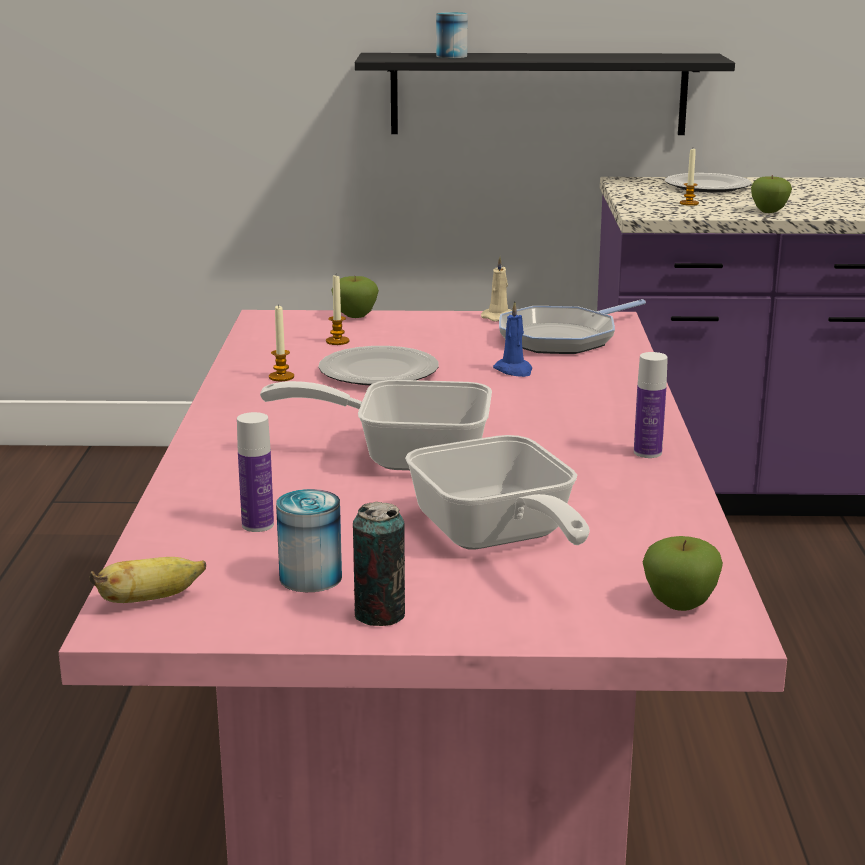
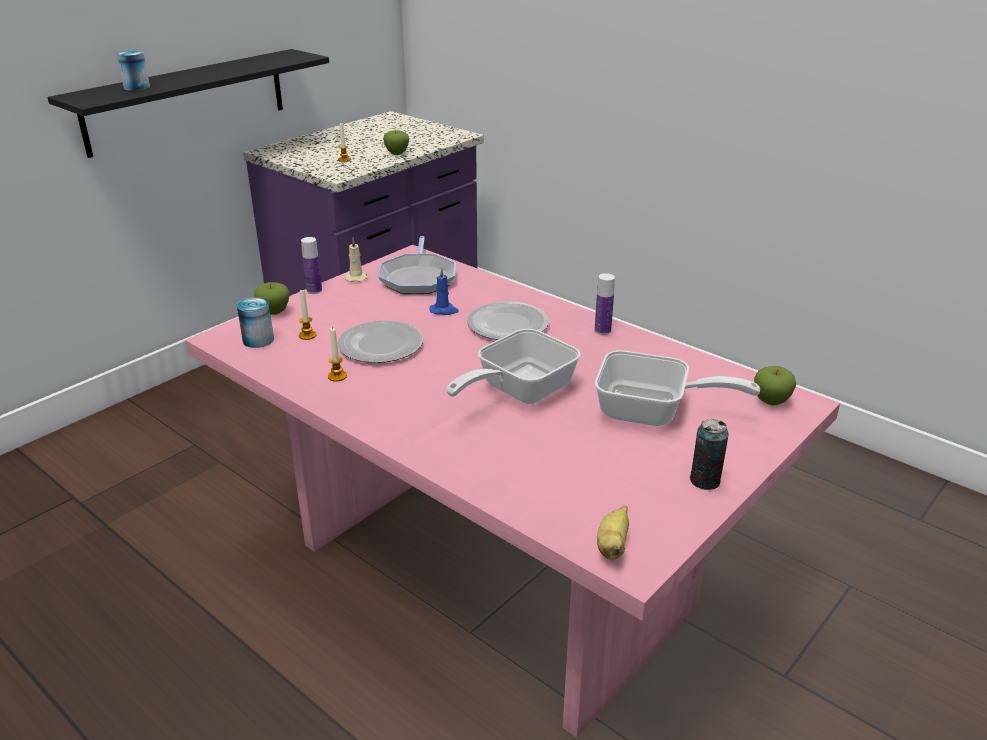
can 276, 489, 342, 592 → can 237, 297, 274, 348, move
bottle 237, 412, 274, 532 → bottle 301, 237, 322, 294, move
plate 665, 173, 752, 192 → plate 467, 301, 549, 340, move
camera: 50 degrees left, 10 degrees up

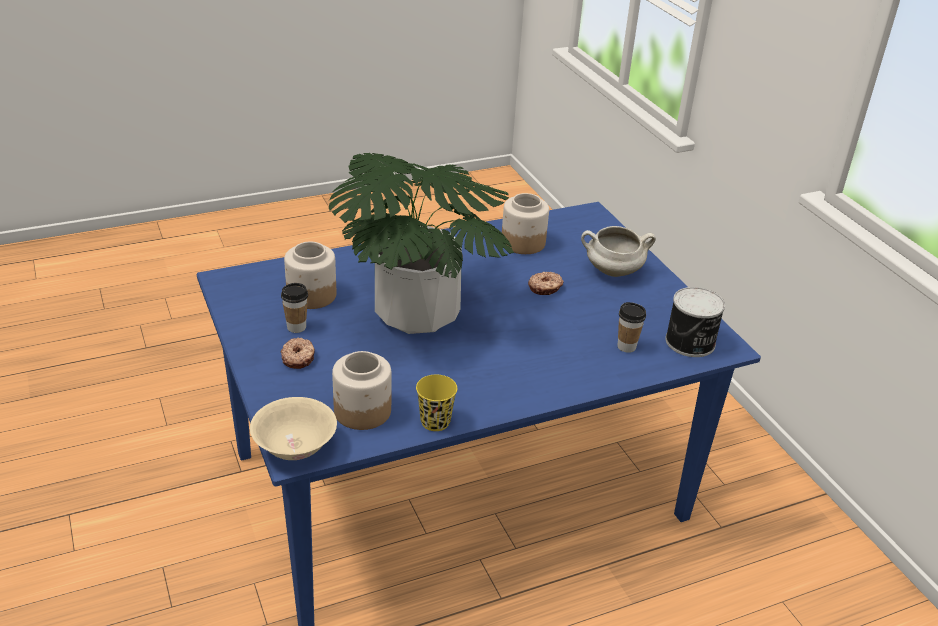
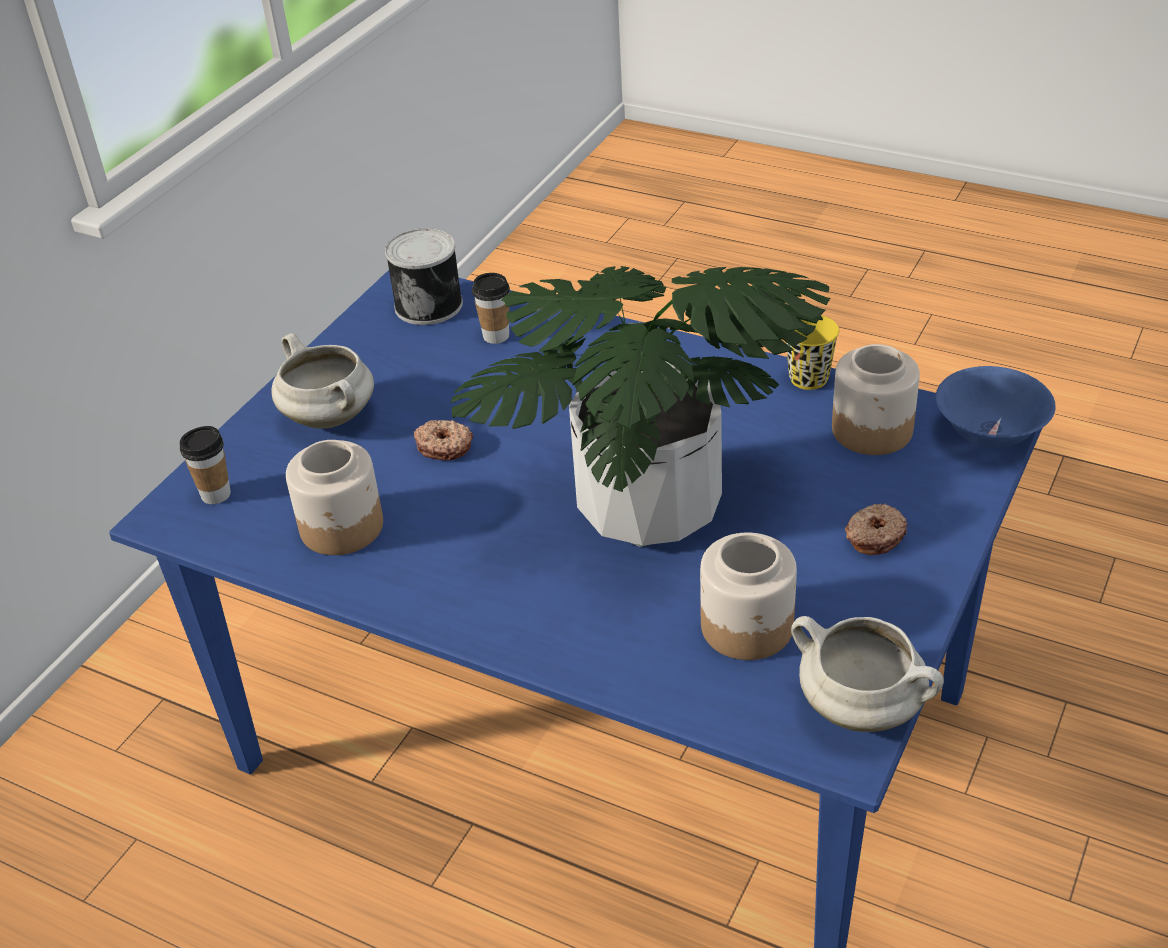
cup 281, 283, 308, 333 → cup 180, 426, 231, 504, move
- → cooking pot (white) 791, 616, 944, 732
bowl (beige) 250, 397, 337, 460 → bowl (blue) 936, 366, 1056, 448
camera: 125 degrees left, 5 degrees up

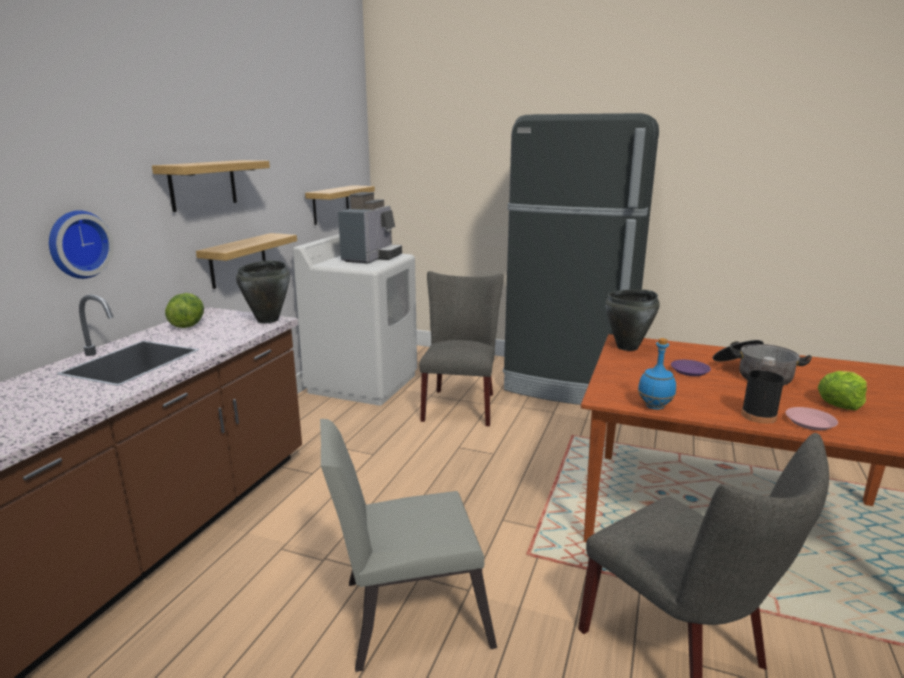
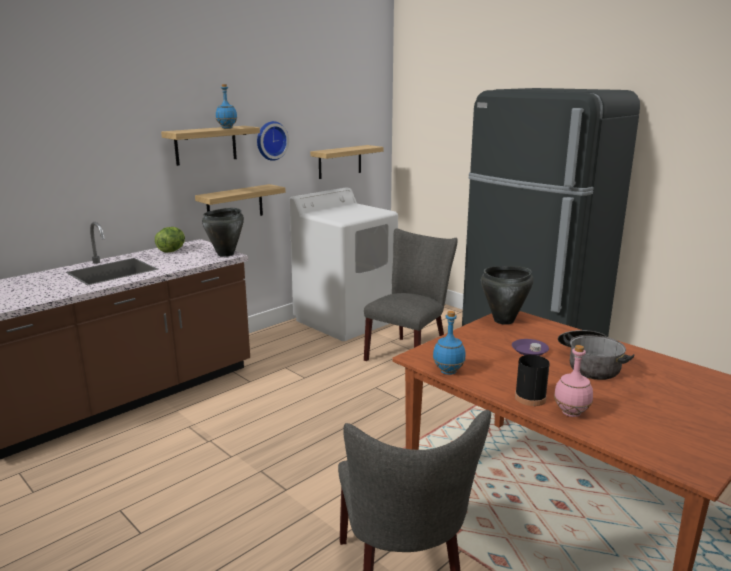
- → bottle (blue) 216, 84, 237, 129
wall clock 49, 210, 114, 279 → wall clock 257, 121, 289, 161, move
plate (pink) 785, 407, 838, 430 → bottle (pink) 554, 345, 593, 417
chair (grey) 320, 419, 497, 672 → -
coffee machine 338, 192, 402, 264 → -
lettuce 818, 371, 867, 410 → -
camera: 25 degrees right, 0 degrees up

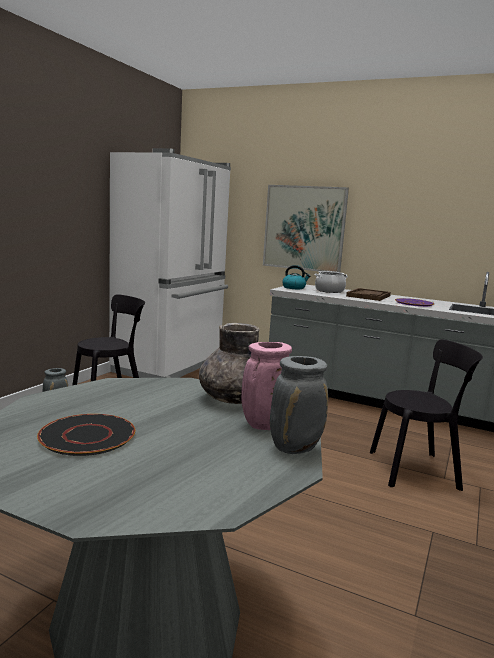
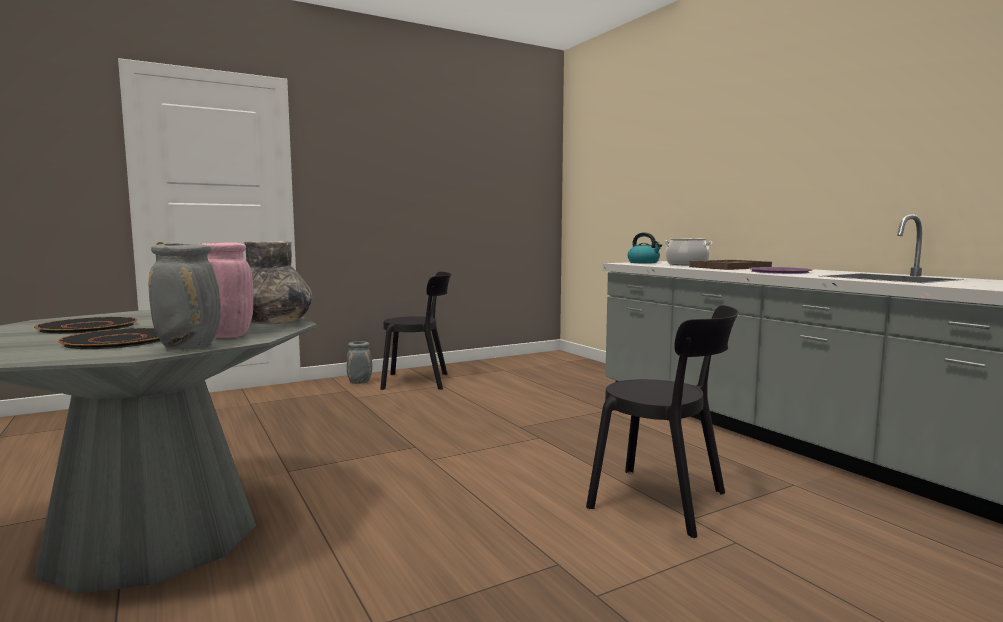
- → plate (black) 58, 328, 160, 349
fridge (white) 109, 148, 231, 378 → -
picture 263, 185, 349, 272 → -
camera: 35 degrees right, 5 degrees down

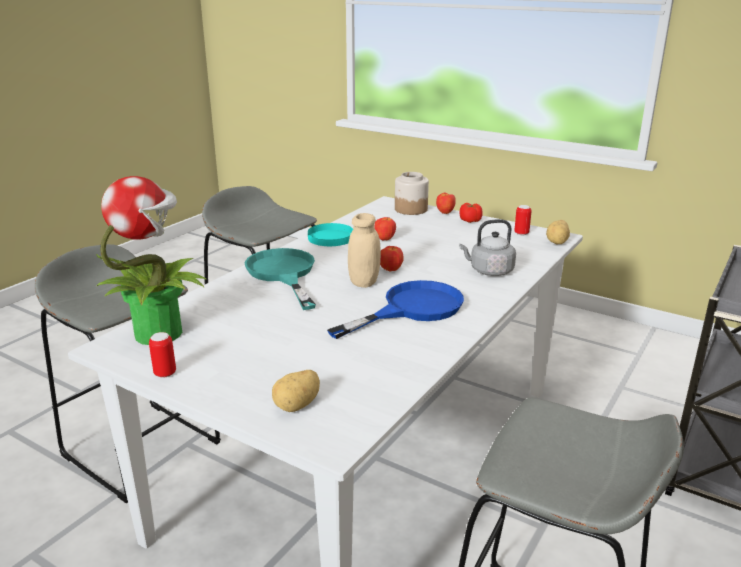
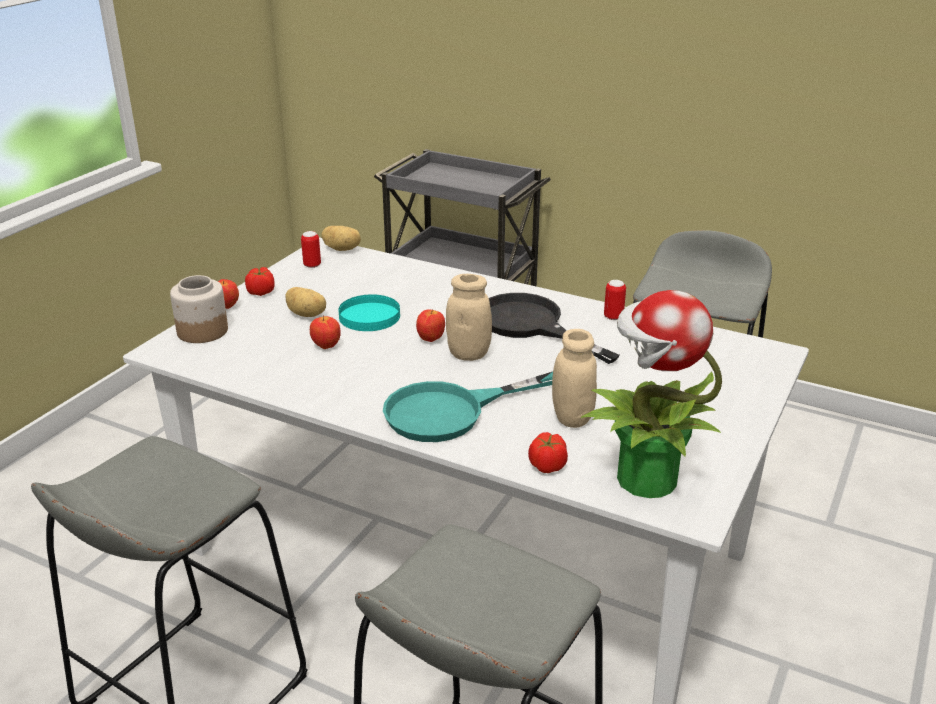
potato 272, 370, 320, 412 → potato 286, 287, 326, 317, move
plate (turquoise) 308, 223, 353, 246 → plate (turquoise) 338, 294, 400, 331, move
frying pan (blue) 327, 280, 464, 339 → frying pan (black) 489, 293, 620, 364
- → tomato 528, 432, 568, 473
- → jar (beige) 552, 329, 597, 428
can 149, 332, 176, 377 → can 604, 280, 626, 320, move
kettle (grey) 459, 219, 516, 276 → -
camera: 95 degrees left, 5 degrees up

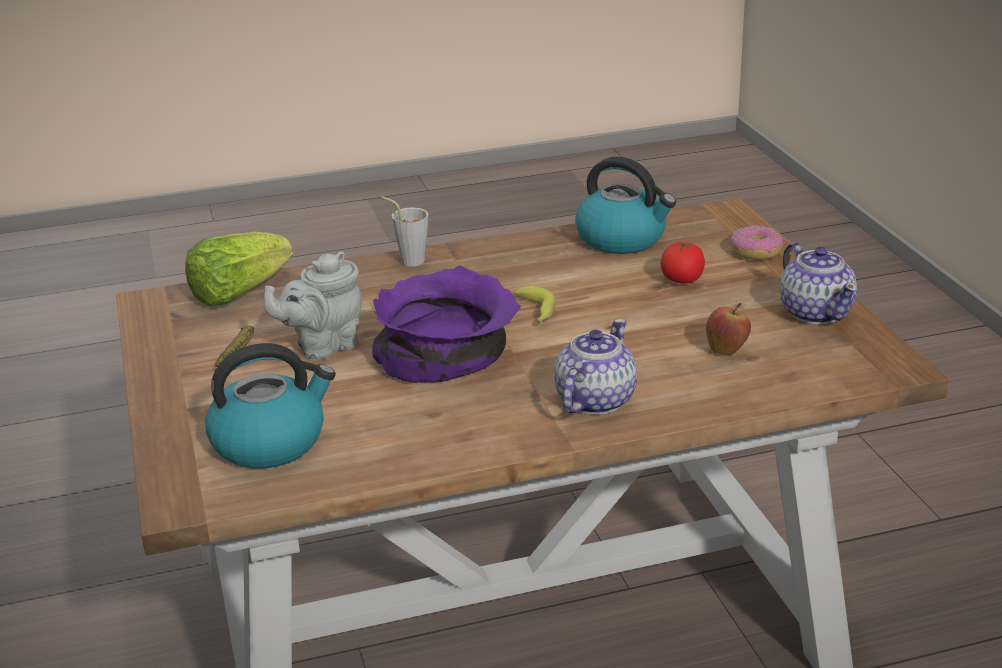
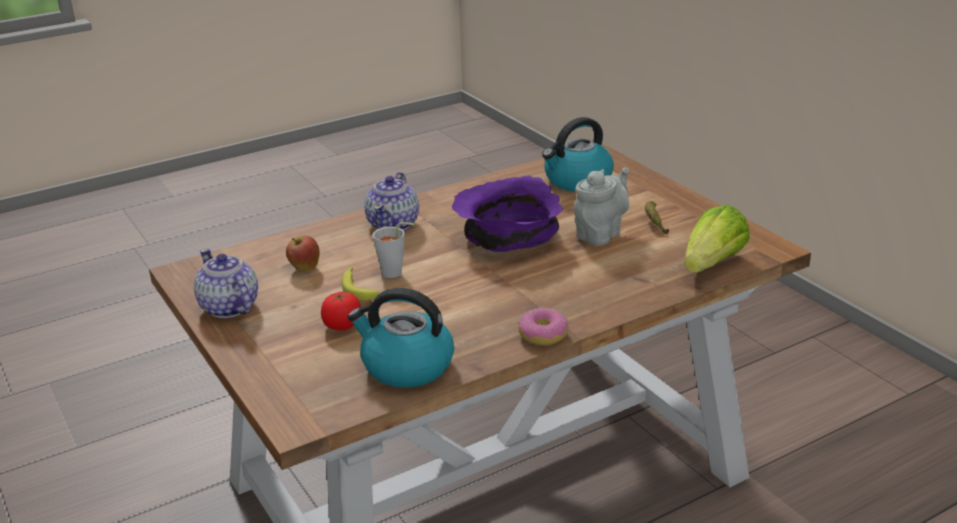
banana 515, 286, 555, 323 → banana 342, 266, 379, 301, move
cup (grey) 381, 196, 428, 267 → cup (grey) 373, 222, 415, 278, move
donut 730, 225, 783, 260 → donut 518, 307, 569, 346, move
camera: 165 degrees right, 0 degrees up

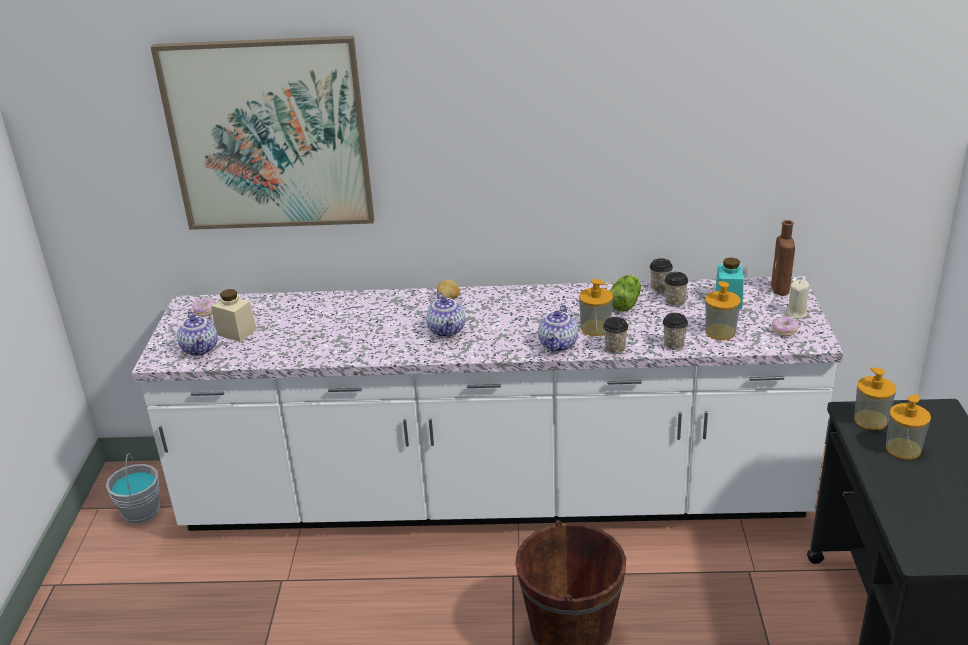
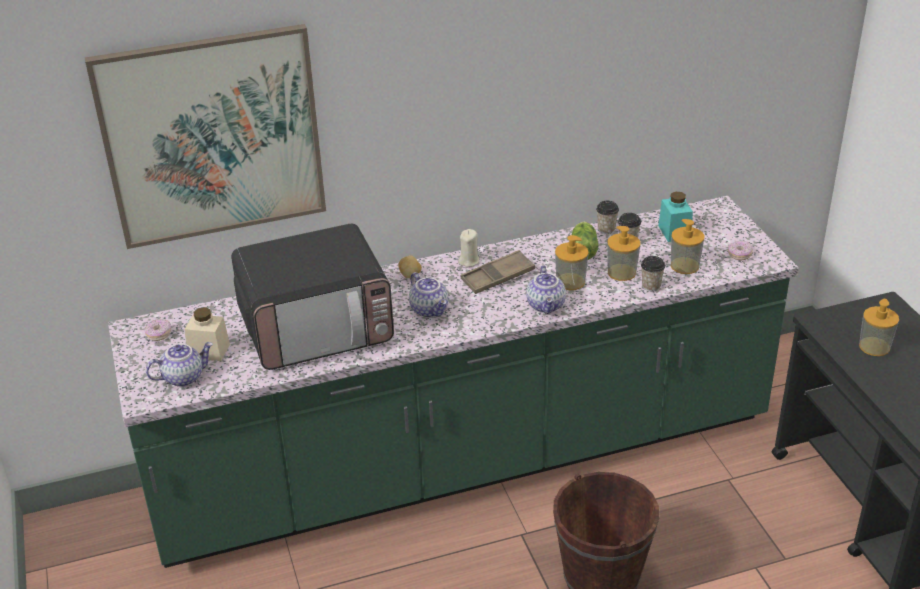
counter (white) 131, 276, 844, 531 → counter (green) 108, 196, 799, 568
teapot 177, 311, 218, 356 → teapot 146, 342, 213, 387, 75 degrees counterclockwise
- → microwave 231, 224, 394, 370
candle (beige) 784, 279, 809, 319 → candle (beige) 458, 229, 480, 267, move
- → tray (brown) 461, 250, 535, 294
soap dispenser 854, 367, 896, 430 → soap dispenser 607, 226, 640, 281, move
bucket (grey) 106, 453, 160, 524 → -
cup 603, 317, 628, 354 → -
bottle (brown) 771, 220, 795, 295 → -
camera: 20 degrees left, 5 degrees up

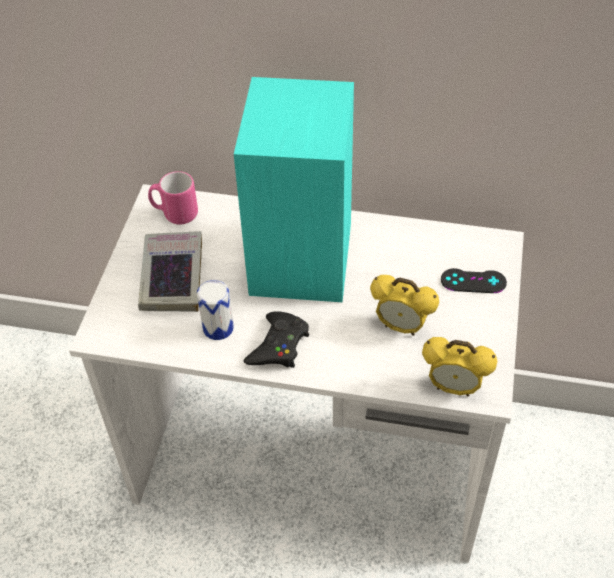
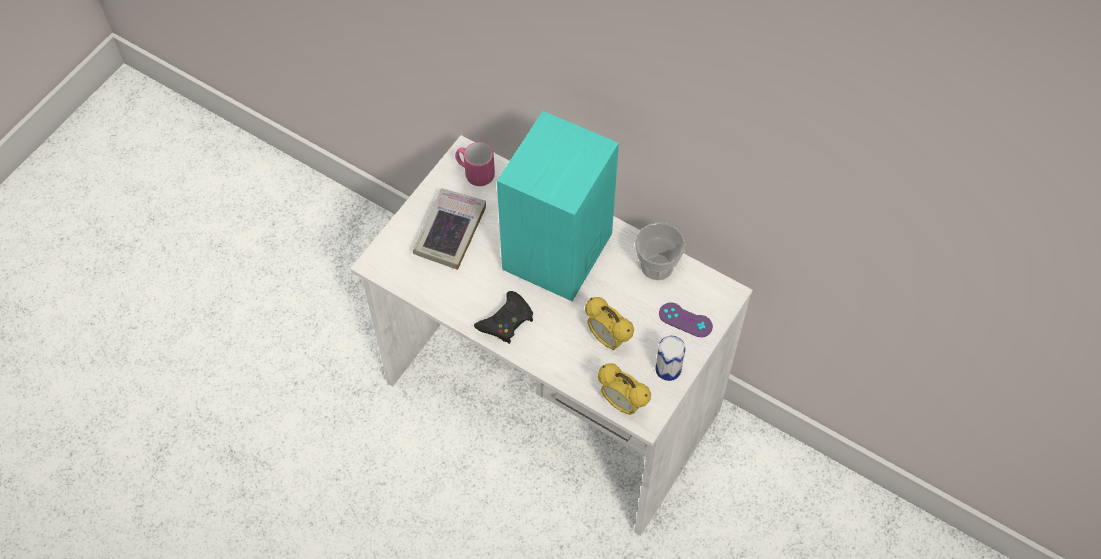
- → cup 635, 223, 686, 280
can 197, 280, 234, 340 → can 655, 336, 686, 381, move
game controller (black) 441, 268, 507, 293 → game controller (purple) 659, 303, 713, 337
camera: 20 degrees right, 10 degrees up

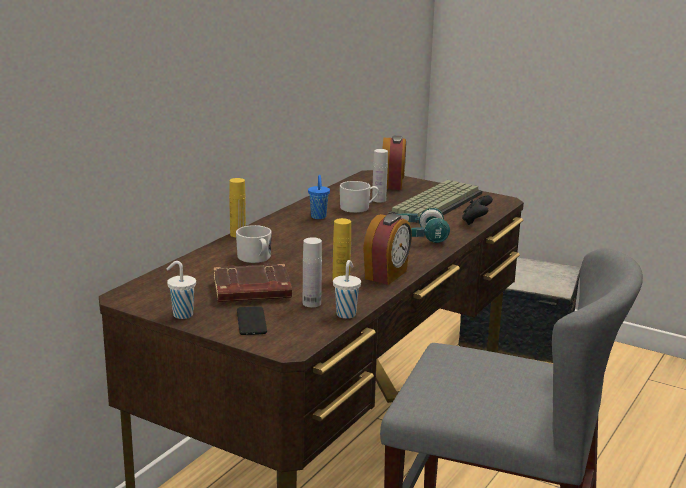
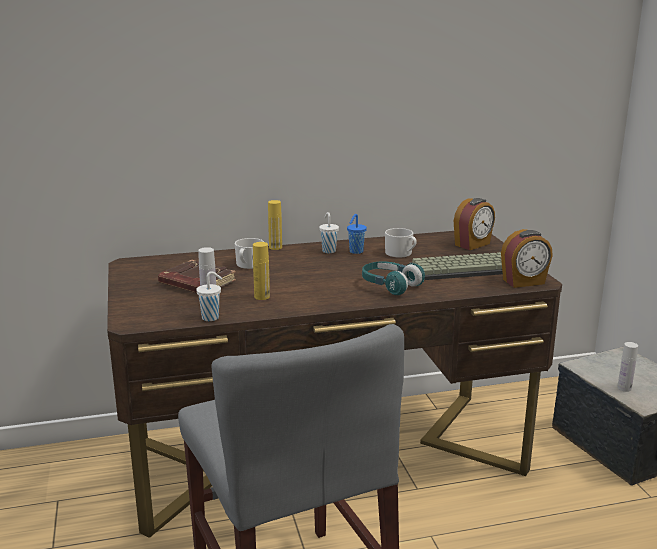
cup (white) 167, 261, 196, 319 → cup (white) 319, 212, 339, 253, move
alarm clock 363, 214, 412, 285 → alarm clock 501, 229, 553, 288, move
bottle (white) 372, 149, 388, 203 → bottle (white) 617, 342, 638, 392, move
phone 237, 306, 267, 335 → -
game controller (black) 462, 195, 493, 225 → -
camera: 45 degrees right, 0 degrees up

